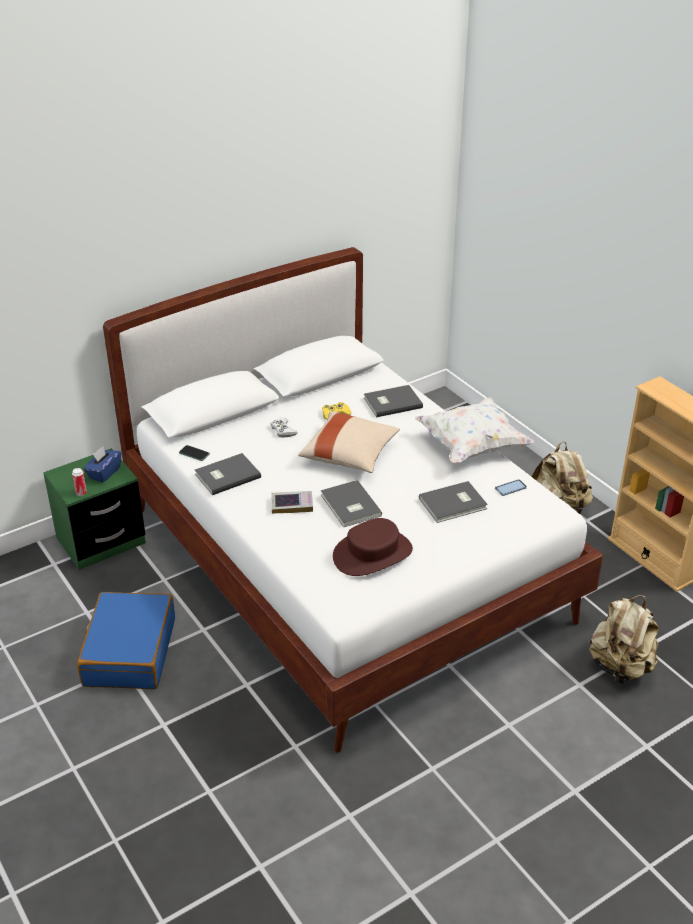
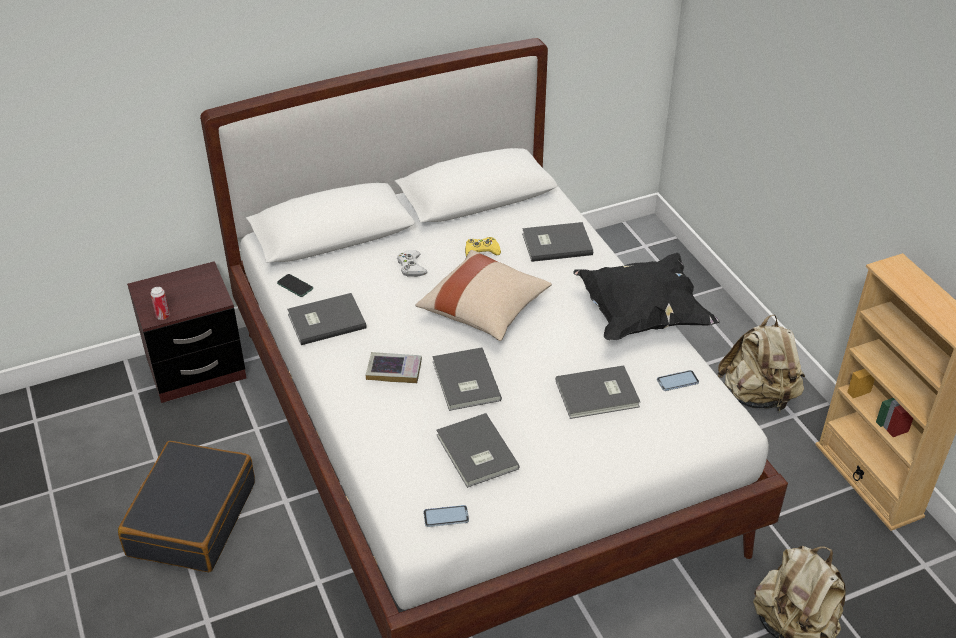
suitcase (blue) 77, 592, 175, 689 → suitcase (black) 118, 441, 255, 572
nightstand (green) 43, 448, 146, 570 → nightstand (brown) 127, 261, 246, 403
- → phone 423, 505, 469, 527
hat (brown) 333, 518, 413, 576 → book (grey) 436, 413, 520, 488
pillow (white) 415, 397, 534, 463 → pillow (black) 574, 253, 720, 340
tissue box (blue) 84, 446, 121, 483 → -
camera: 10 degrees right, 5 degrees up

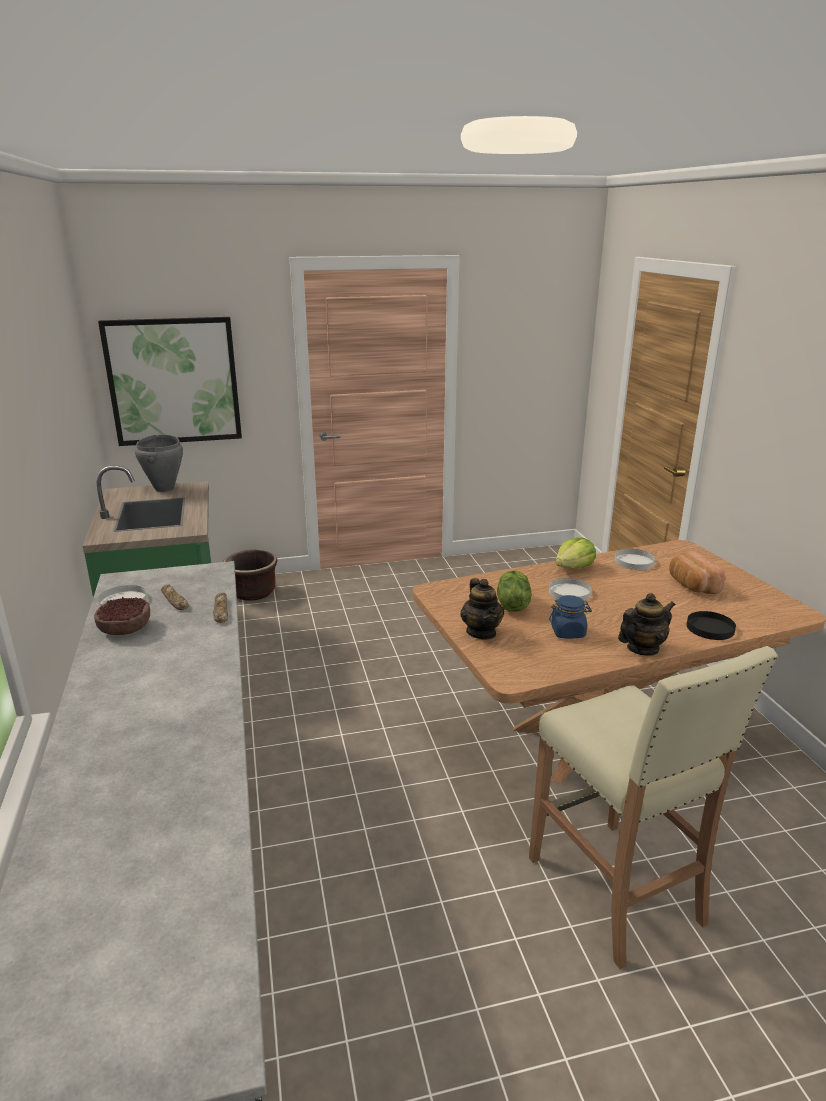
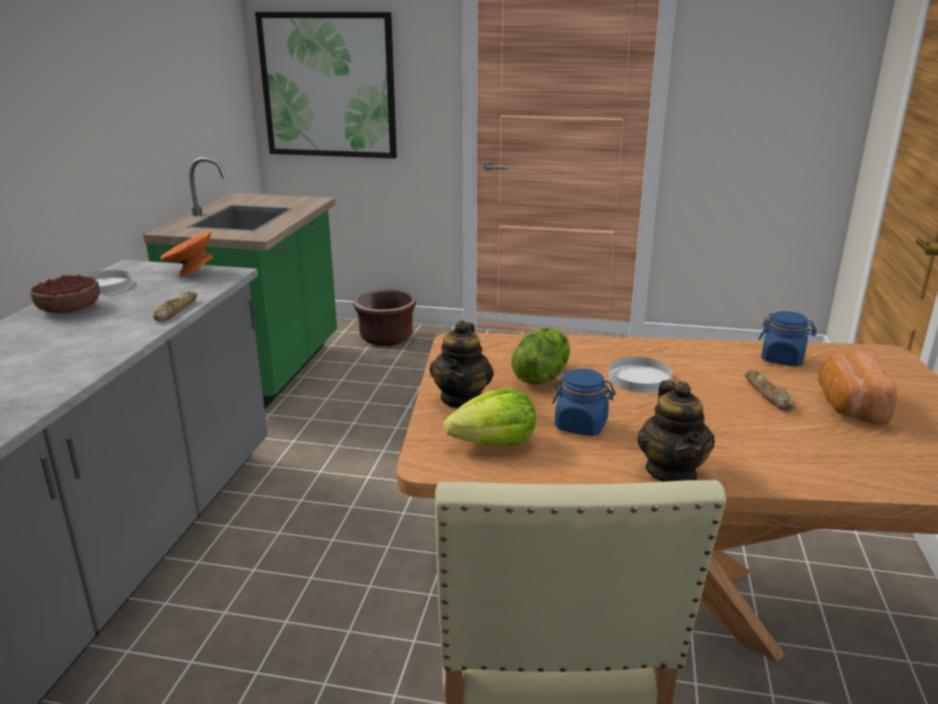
- → bowl (orange) 160, 231, 213, 277
lettuce 555, 537, 596, 569 → lettuce 444, 388, 536, 446, move
teapot 618, 593, 675, 656 → teapot 637, 380, 715, 482, 90 degrees clockwise
bread 161, 584, 188, 610 → bread 745, 370, 795, 411, move
plate (white) 615, 549, 655, 570 → jar (blue) 758, 311, 817, 366
cooking pot (grey) 135, 434, 183, 492 → -
plate (black) 687, 611, 736, 640 → -
camera: 25 degrees right, 0 degrees up

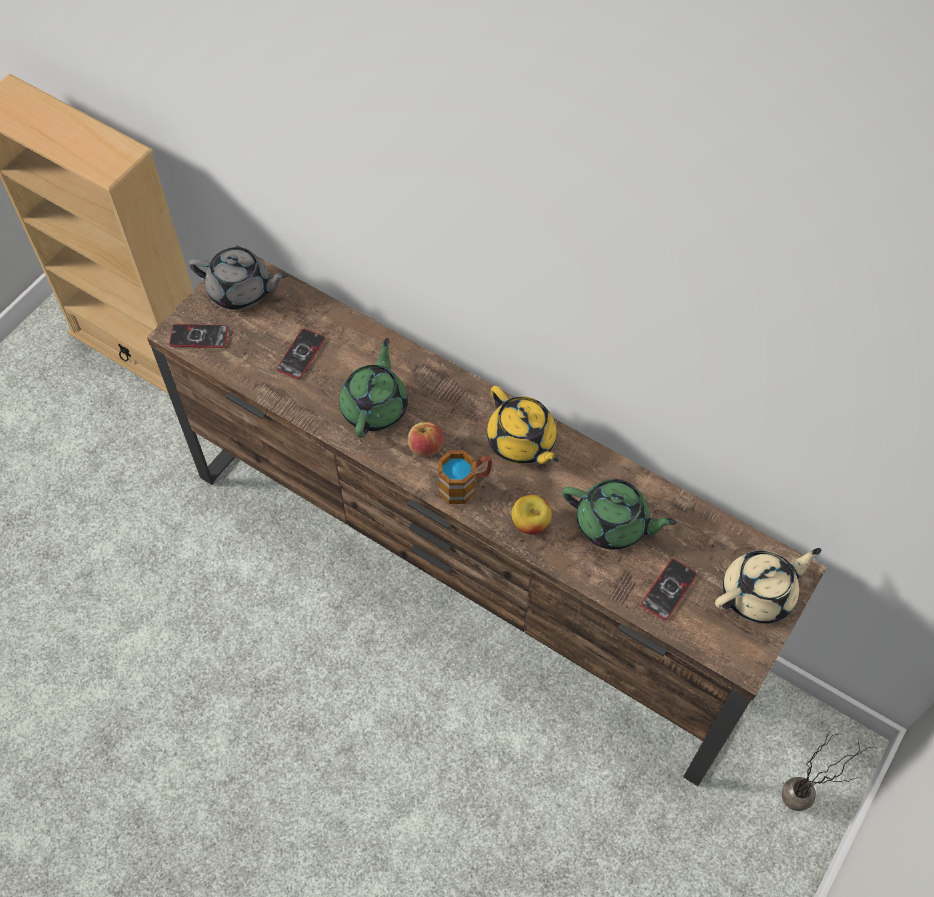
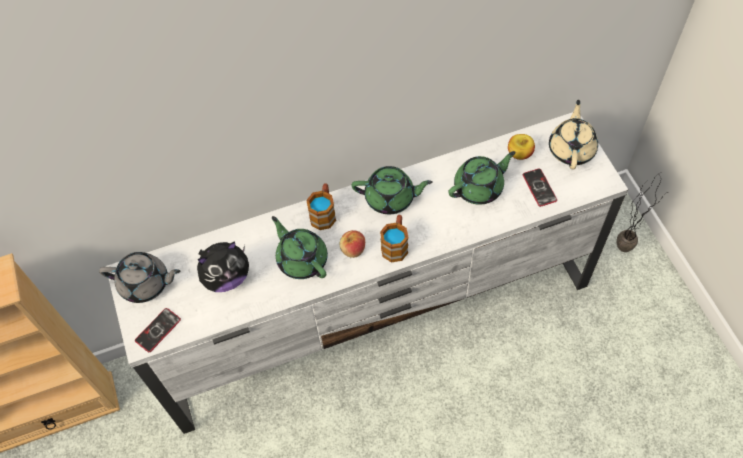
teapot (grey) 189, 247, 288, 310 → teapot (grey) 99, 252, 181, 303, 45 degrees clockwise
tv stand (brown) 147, 246, 827, 786 → tv stand (white) 106, 112, 628, 434
phone 277, 329, 325, 379 → plush toy 197, 241, 249, 292
- → mug 306, 183, 336, 230
teapot (yellow) 487, 386, 559, 464 → teapot (green) 352, 166, 433, 214
apple 511, 495, 552, 535 → apple 508, 134, 535, 160, move
camera: 50 degrees left, 0 degrees up

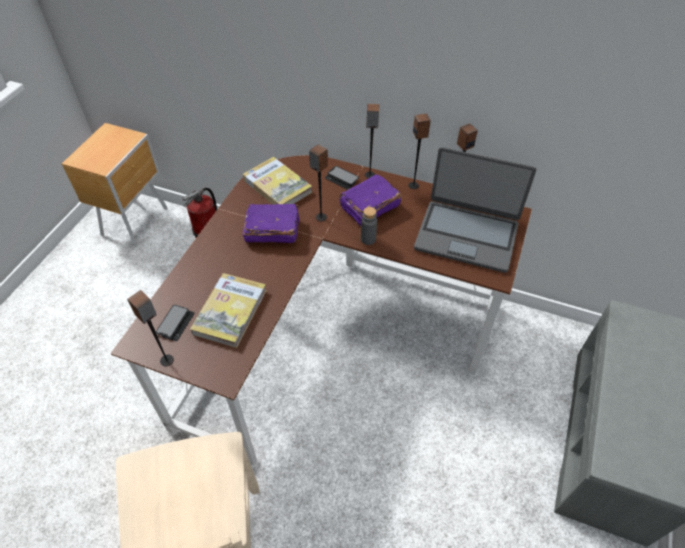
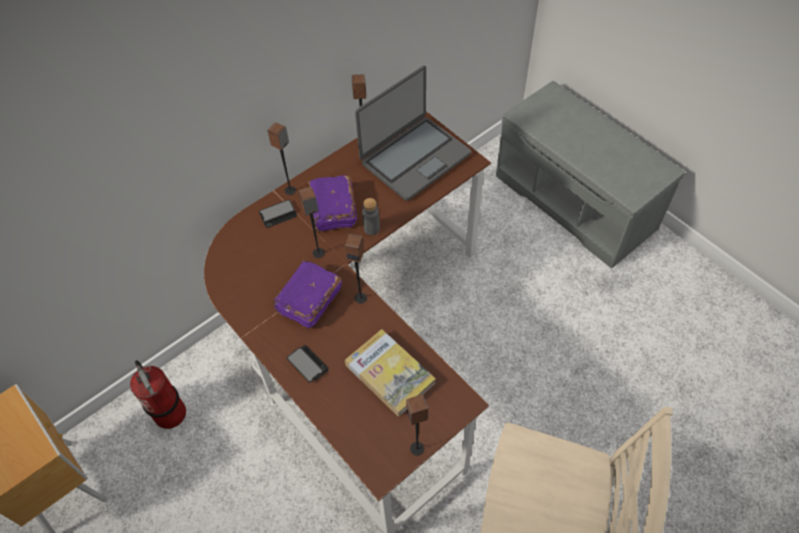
phone 156, 305, 195, 341 → phone 287, 345, 329, 383, move
speaker 409, 114, 431, 189 → speaker 345, 234, 367, 304, move
book 243, 157, 312, 204 → -
camera: 60 degrees left, 5 degrees up

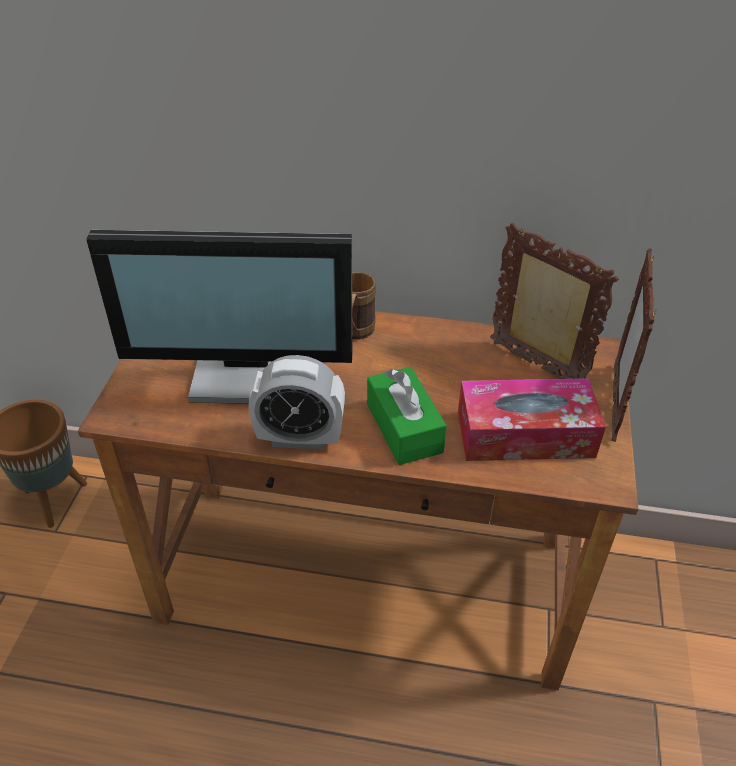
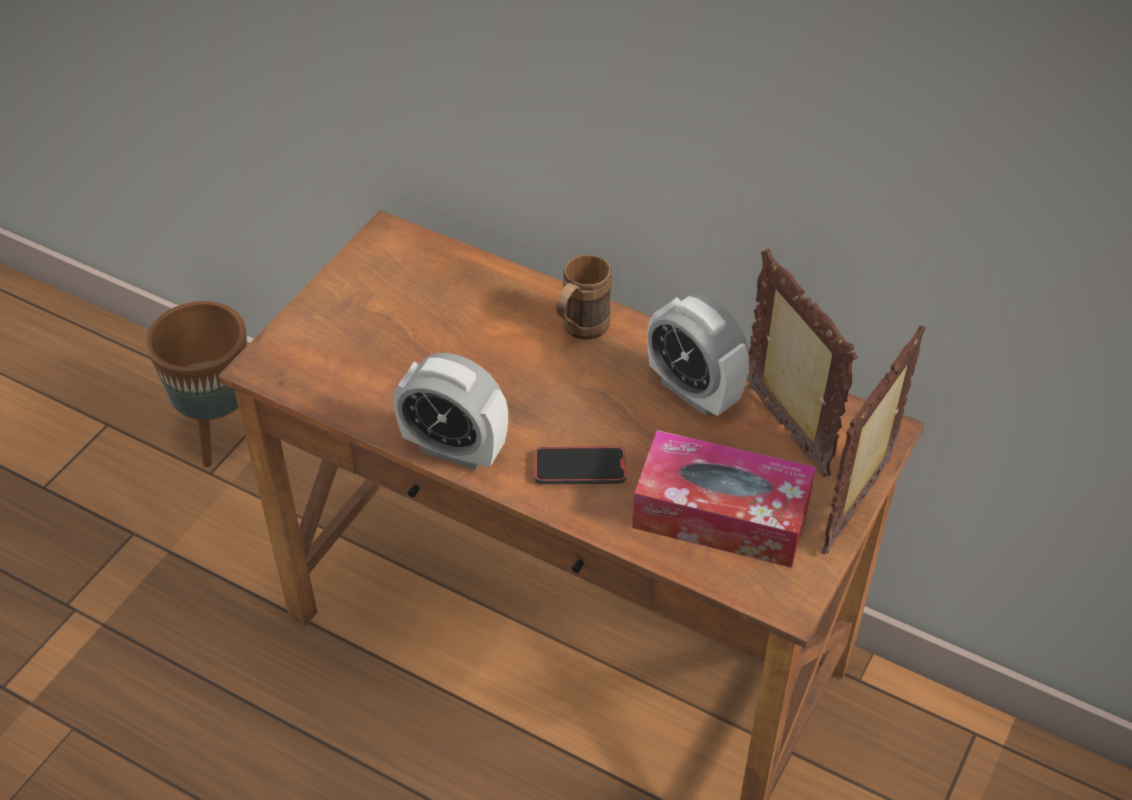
tissue box (green) 367, 367, 447, 465 → phone 535, 446, 626, 484
- → alarm clock 647, 295, 749, 416
monitor 86, 230, 352, 404 → -
camera: 20 degrees right, 5 degrees up

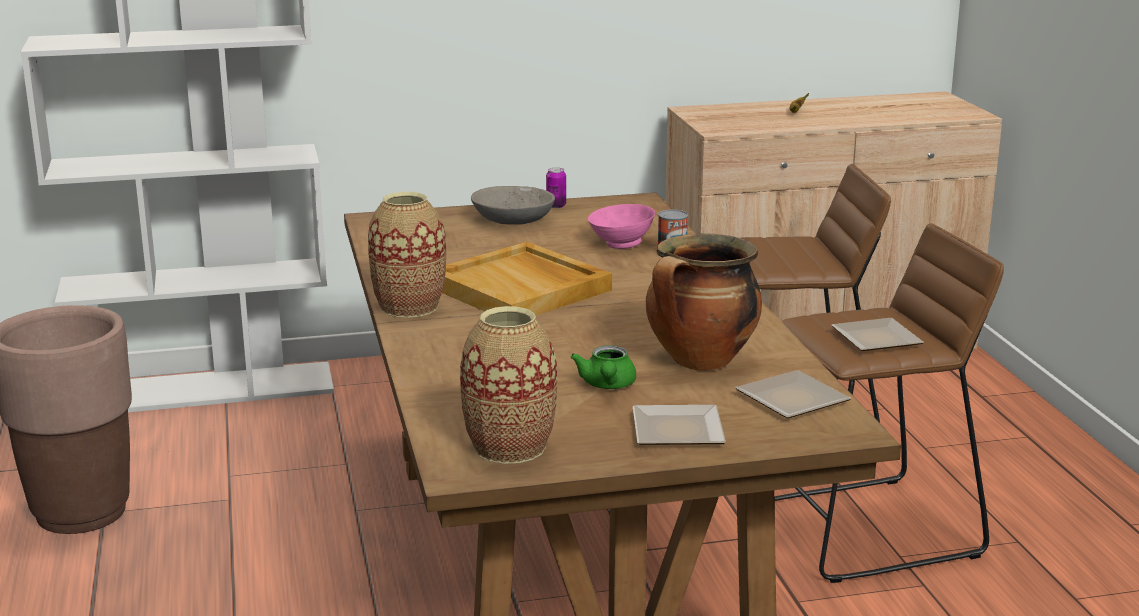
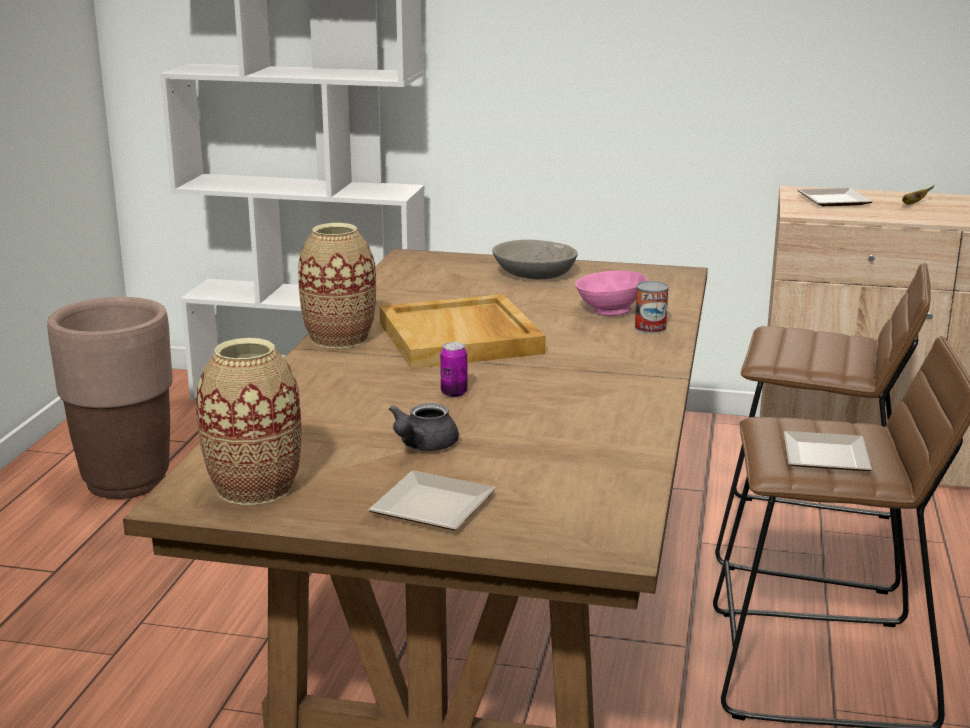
teapot (green) 571, 345, 636, 389 → teapot (grey) 389, 403, 459, 451
can 546, 167, 566, 208 → can 440, 342, 468, 397, move
plate 735, 370, 851, 418 → plate 798, 188, 873, 206, move
cooking pot 646, 233, 762, 371 → -
camera: 25 degrees right, 0 degrees up

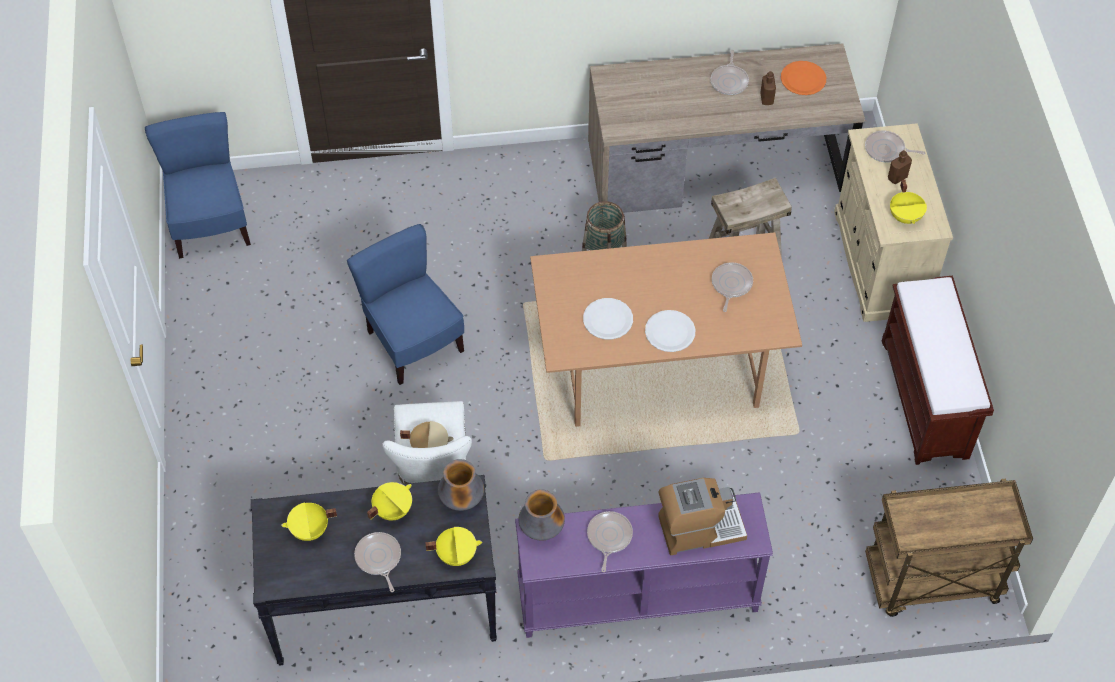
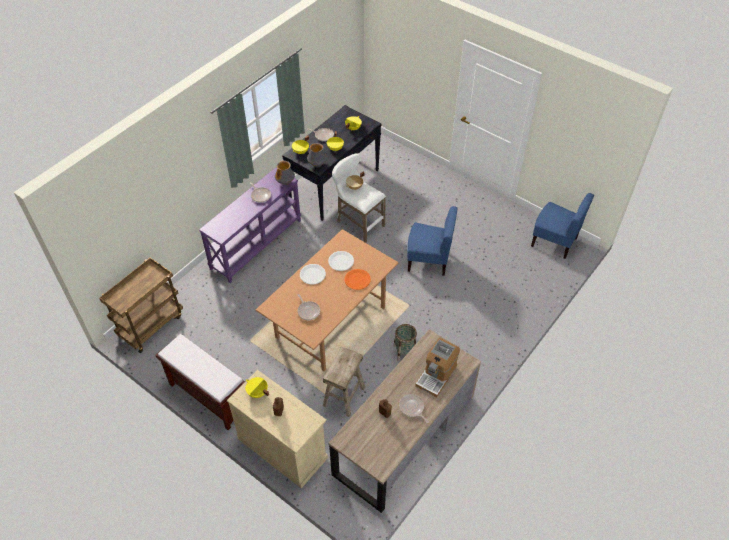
plate (orange) 781, 61, 826, 95 → plate (orange) 344, 269, 371, 290, move
coffee machine 658, 478, 747, 555 → coffee machine 415, 338, 460, 397, move
frying pan 865, 131, 926, 162 → -
camera: 135 degrees right, 5 degrees down

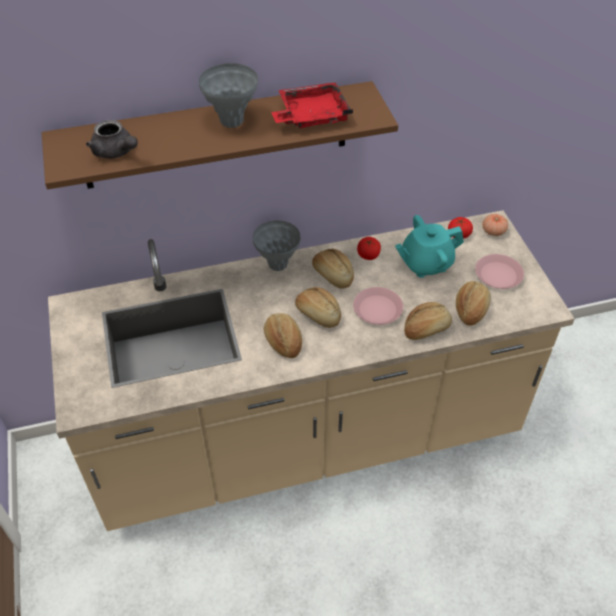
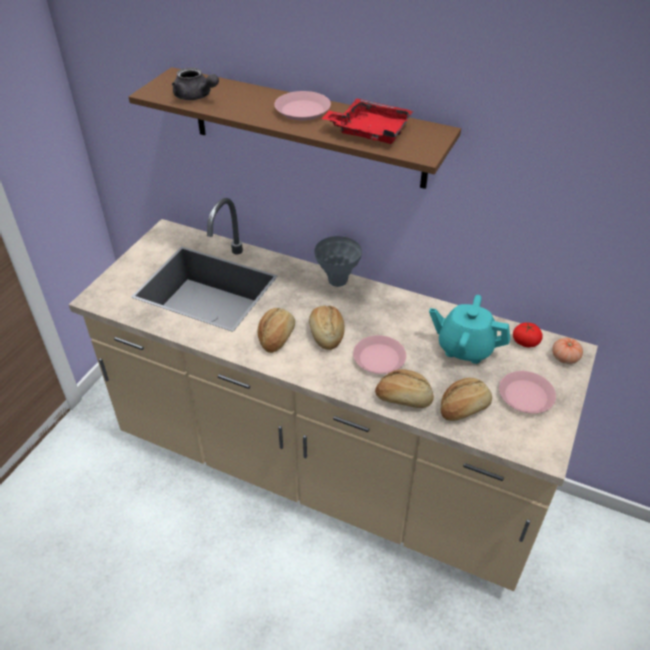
teapot (grey) 86, 120, 138, 159 → teapot (grey) 172, 68, 219, 100, 45 degrees counterclockwise
vase (grey) 199, 63, 258, 128 → plate (pink) 274, 91, 331, 121
bread 312, 249, 354, 289 → -
tomato 357, 237, 381, 260 → -
camera: 40 degrees right, 5 degrees down

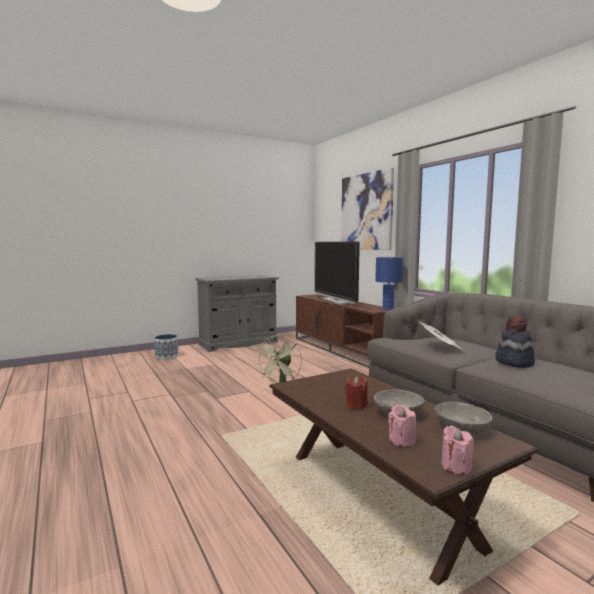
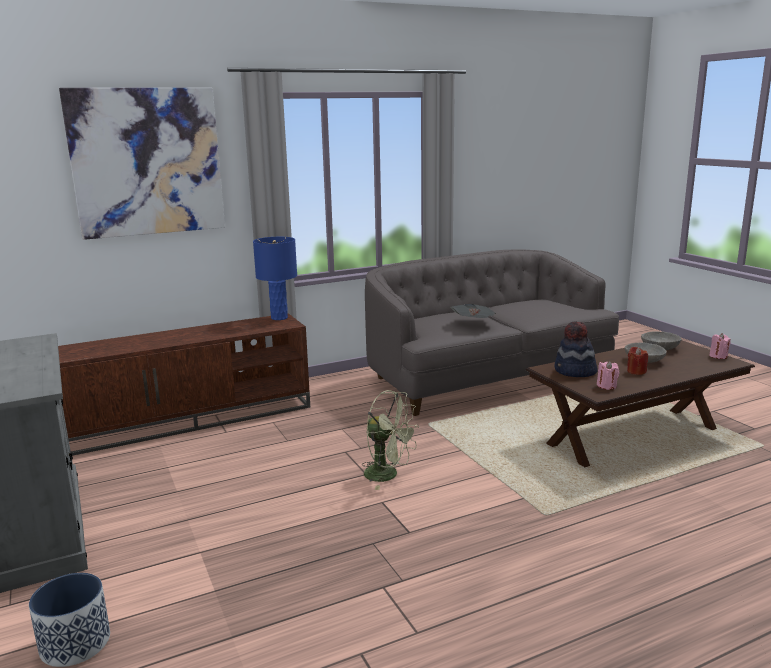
hat 495, 315, 535, 368 → hat 554, 322, 598, 377, move
candle (pink) 388, 404, 416, 447 → candle (pink) 597, 361, 619, 390, move
television 314, 242, 360, 305 → -
camera: 85 degrees left, 10 degrees up

